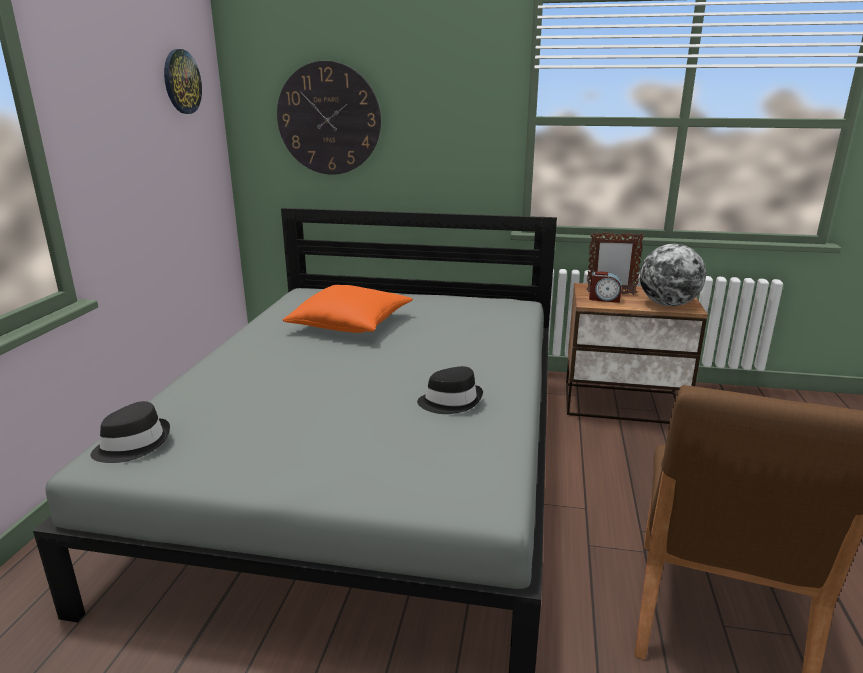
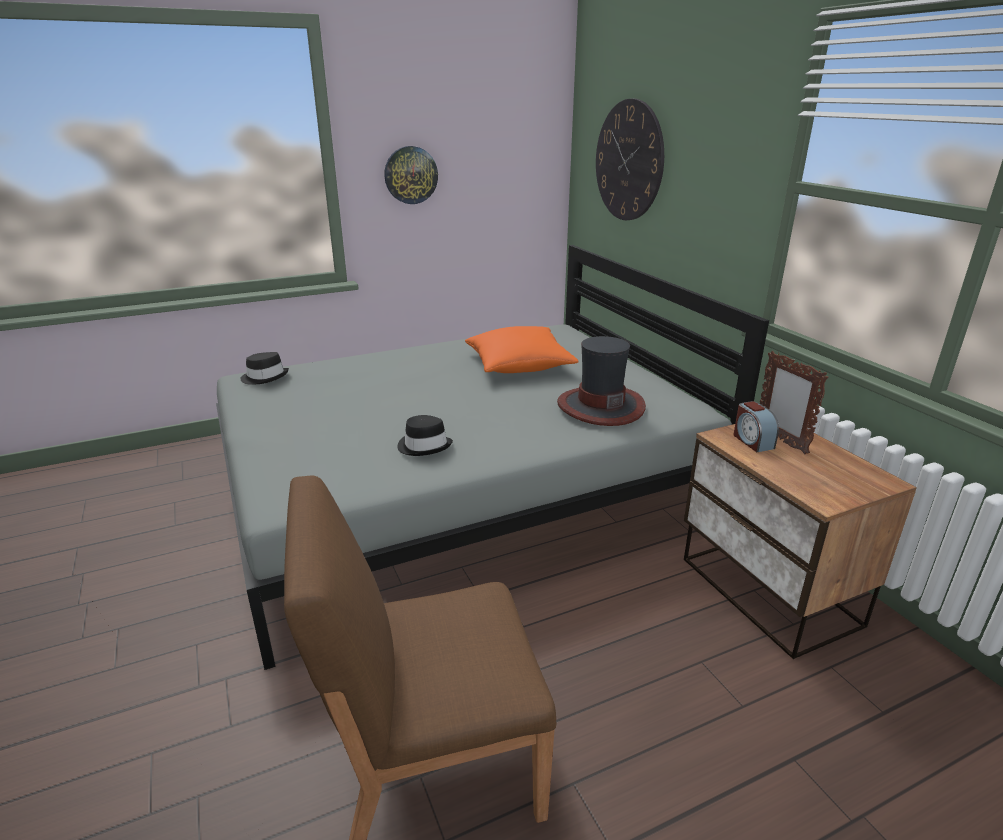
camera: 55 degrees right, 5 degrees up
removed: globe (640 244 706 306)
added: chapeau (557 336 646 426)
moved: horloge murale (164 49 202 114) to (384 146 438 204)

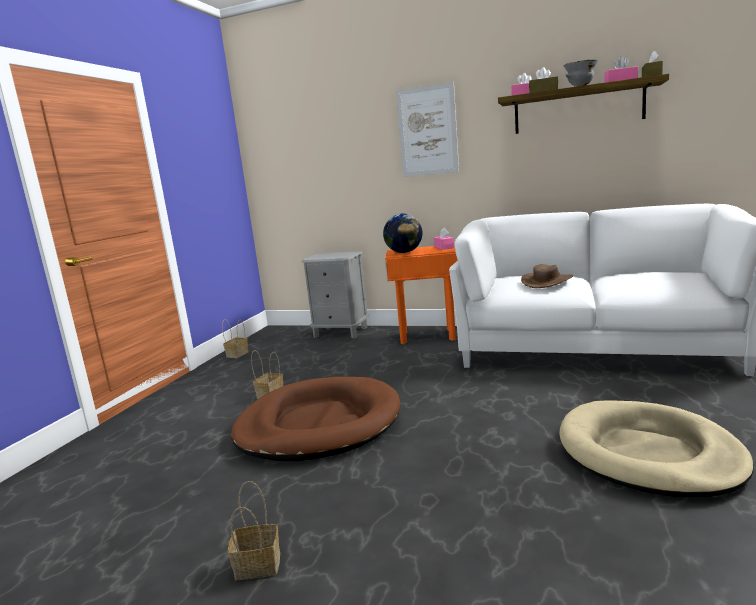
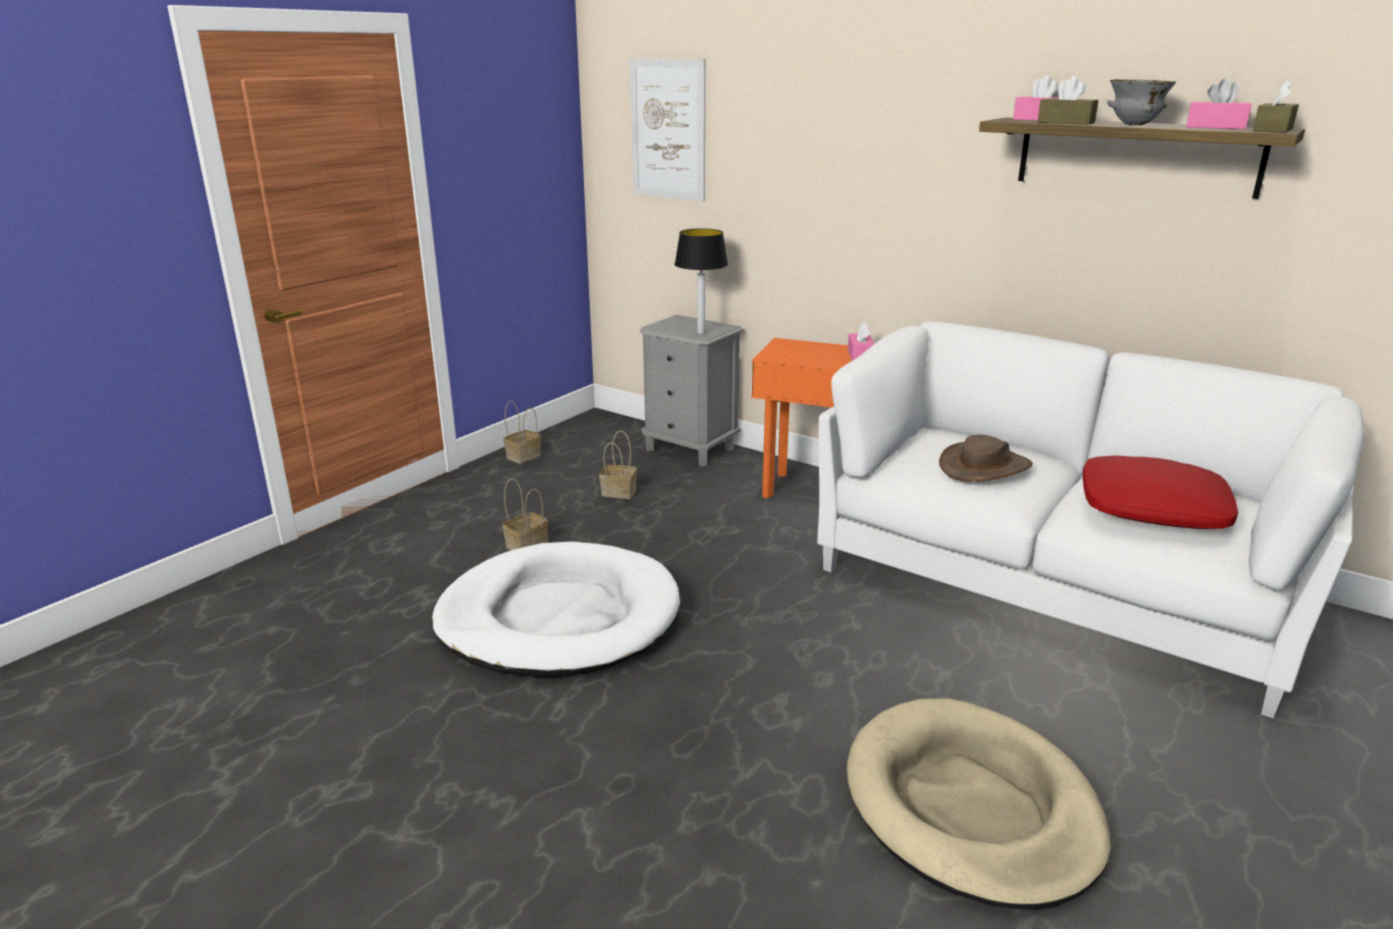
camera: 15 degrees right, 10 degrees up
removed: globe (383 213 423 253)
added: lampe de table (675 228 728 334); coussin/rouge (1083 455 1238 529)
moved: panier (228 481 280 580) to (599 431 637 499); tableau (396 82 459 177) to (630 59 705 201)
recoloured: panier pour chien/marron (231 377 400 461) to panier pour chien/blanc (432 541 680 677)

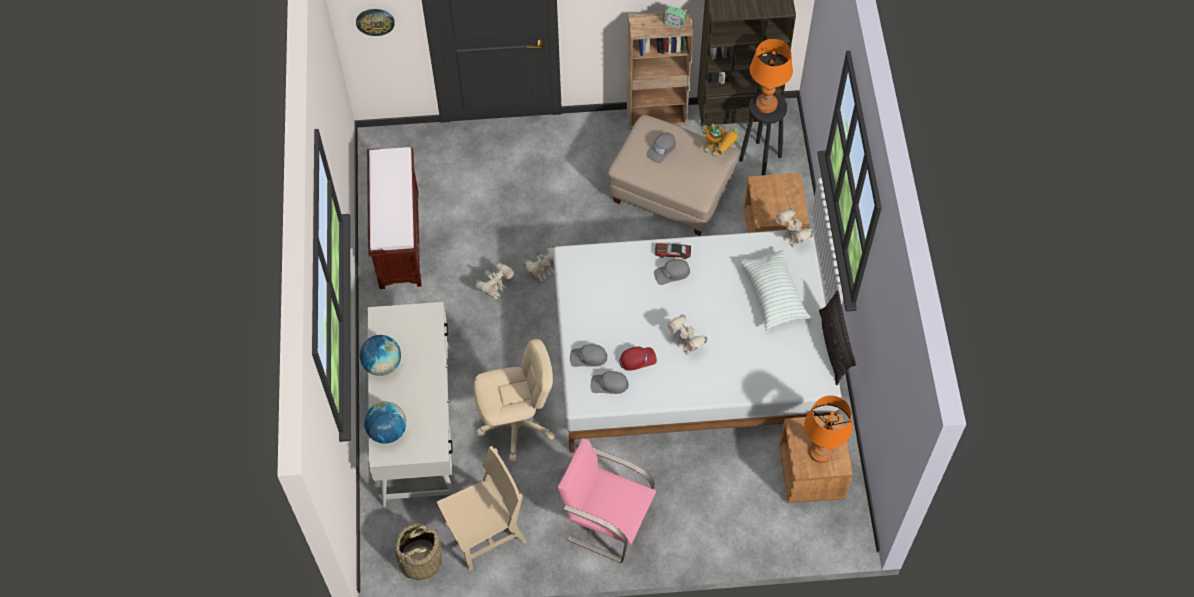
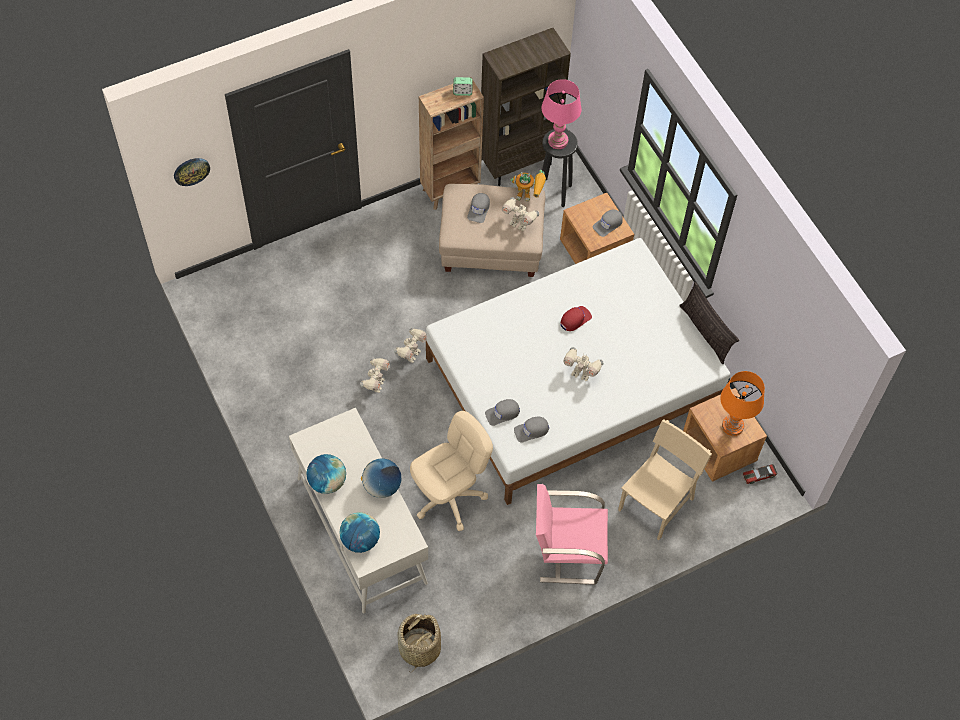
camera: 25 degrees left, 0 degrees up
removed: banc/marron (367 147 422 289); coussin (740 250 810 330)
added: globe (361 459 401 498)
moved: robot jouet (775 208 814 247) to (502 197 539 231); casquette/rouge (619 346 657 371) to (561 306 592 331); casquette/gris (654 259 690 285) to (593 210 623 237); chaise/beige (437 446 527 571) to (618 419 712 540); petite voiture (655 243 691 259) to (742 464 778 484)
recoloured: lampe de table/orange (750 39 793 113) to lampe de table/rose (541 79 582 149)

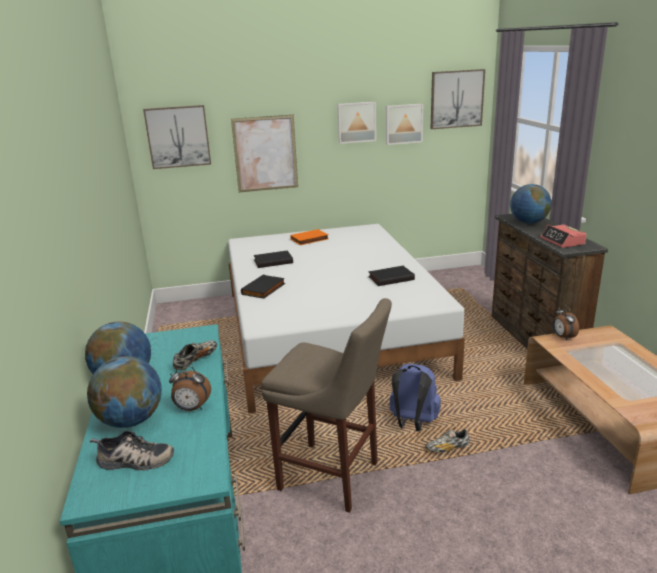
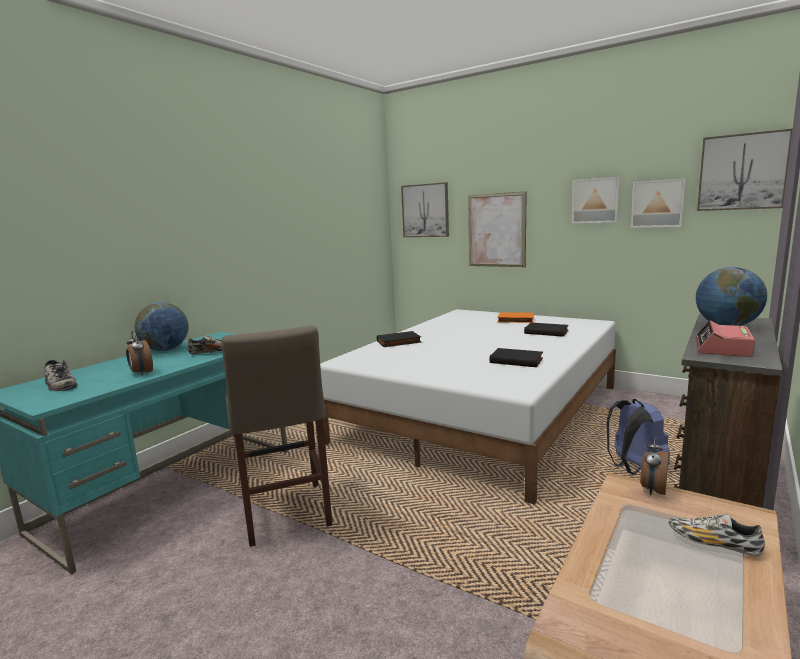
camera: 45 degrees right, 10 degrees down
removed: globe (87 356 162 428)
moved: livre/noir (254 250 293 268) to (524 322 569 337); sac à dos/bleu (390 363 441 431) to (606 399 670 475); chaussure (425 429 470 453) to (669 514 765 556)

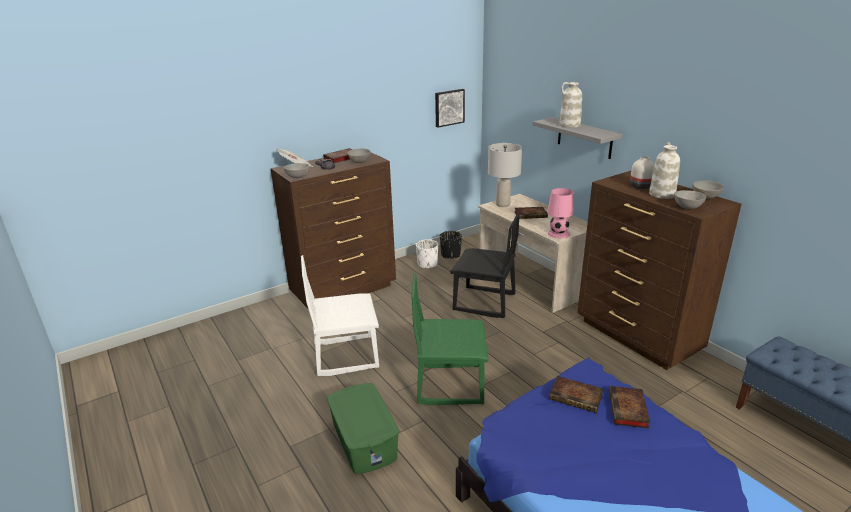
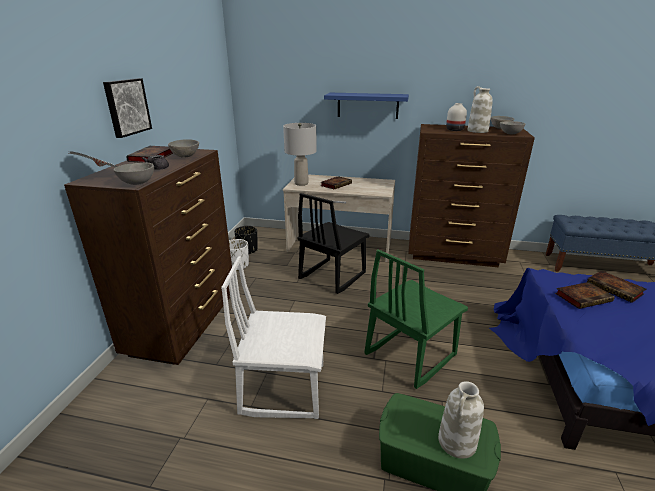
camera: 45 degrees left, 0 degrees up
removed: lampe de table/rose (547 188 574 238)
moved: tableau (435 89 465 127) to (103 78 152 138); vase/blanc (559 82 582 128) to (438 381 484 459)
recoloured: étagère/gris (533 117 622 159) to étagère/bleu (324 93 409 119)
turned: chaise/blanc (301 255 379 376) = (221 256 326 419) 60 degrees clockwise; chaise/noir (450 213 520 318) = (297 193 370 294) 150 degrees clockwise

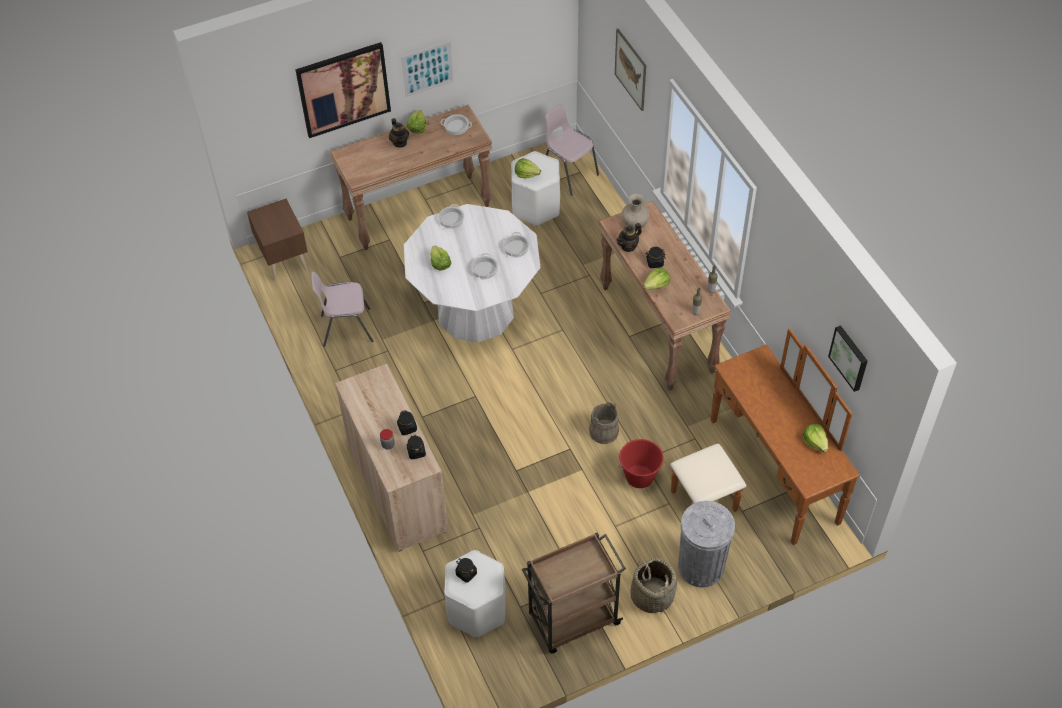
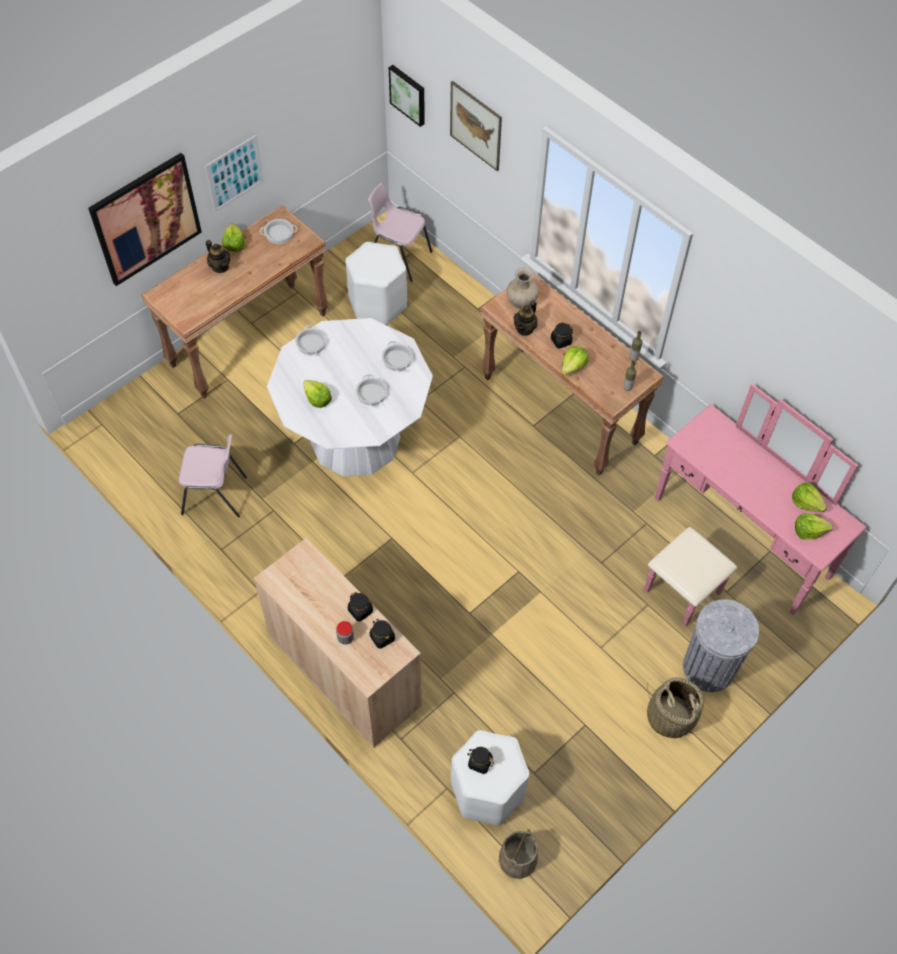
camera: 20 degrees left, 5 degrees up
removed: table de chevet/marron (247 198 308 281); chariot/marron (522 533 626 654); seau/rouge (619 439 664 488)
moved: tableau (828 325 868 392) to (389 65 425 127); seau/beige (590 402 619 444) to (499 829 538 879); laitue (515 158 541 178) to (795 513 833 540)
recoloured: commode/marron (670 328 860 545) to commode/rose (644 384 867 627)
turned: chaise/rose (312 272 373 347) = (179 434 247 517) 150 degrees counterclockwise

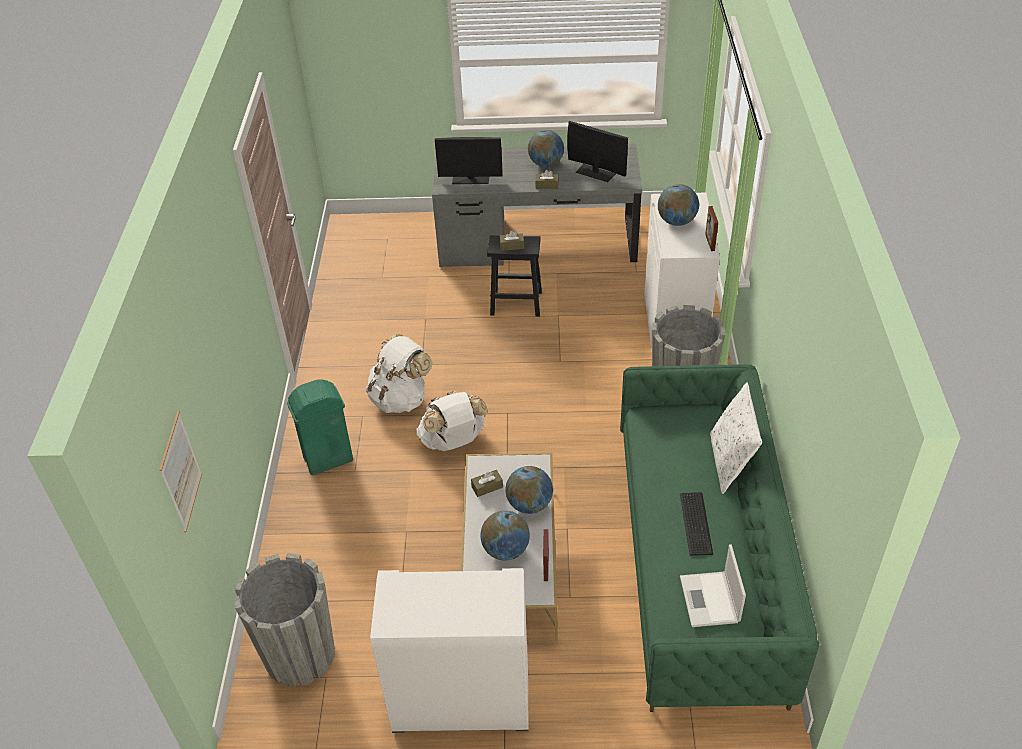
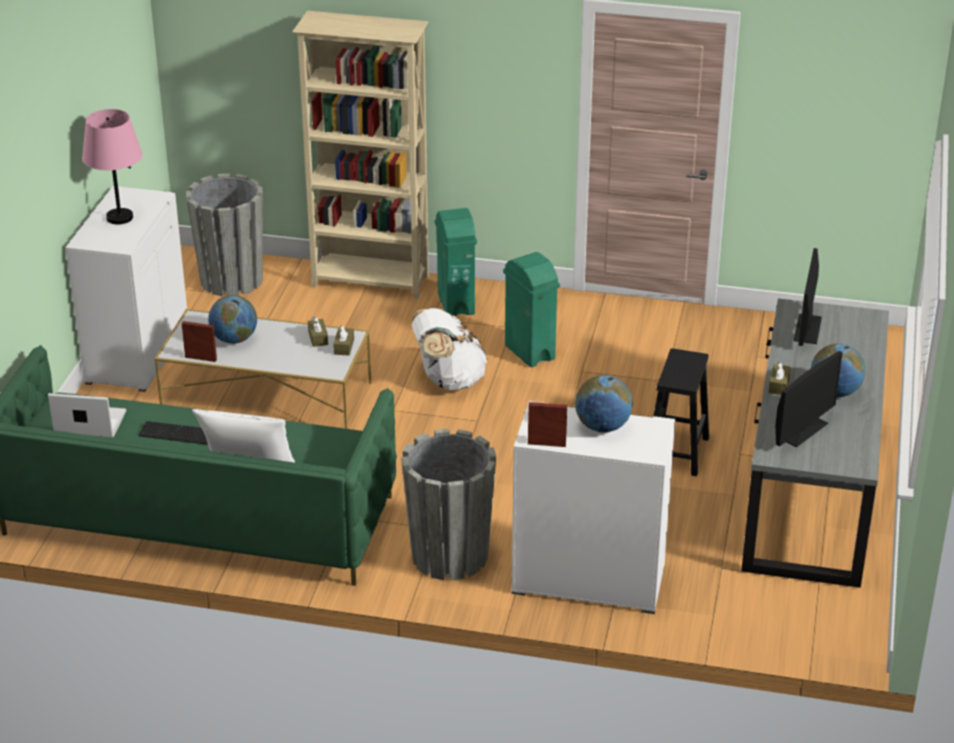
camera: 100 degrees right, 10 degrees down
removed: tableau (159 410 202 532); globe (505 466 553 514)
added: lampe de table/rose (82 109 142 224); bibliothèque/beige (292 11 429 299)
moved: boîte à mouchoirs/marron (499 231 524 251) to (333 325 354 356)
replaced: sac à dos/blanc (365 334 433 413) to poubelle/vert (503 252 560 367)

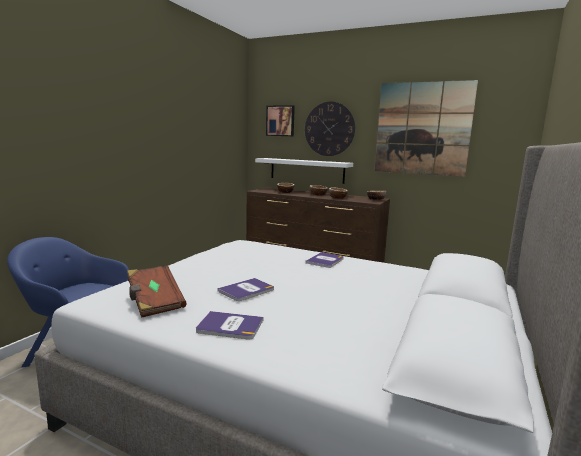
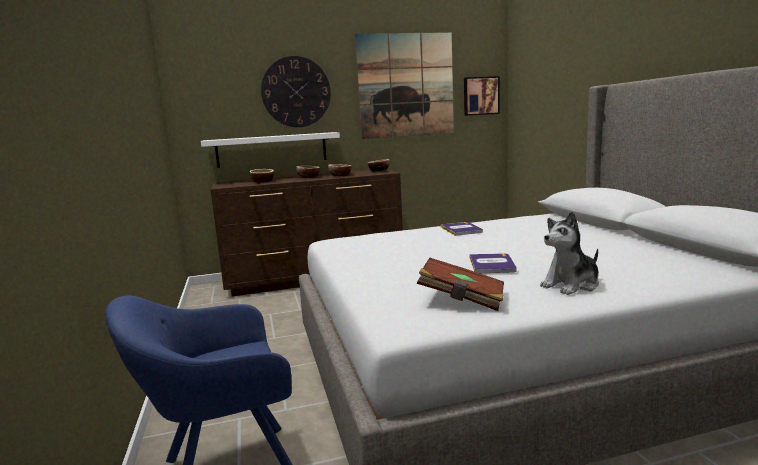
camera: 40 degrees left, 0 degrees up
moved: tableau (266 105 295 137) to (464 76 500 116)
replaced: livre (196 311 263 339) to peluche (540 211 599 295)

